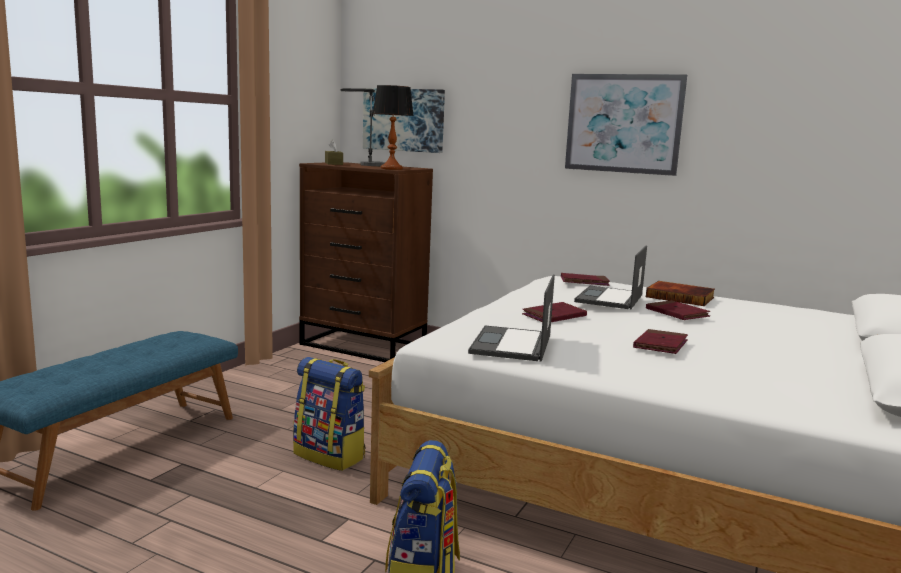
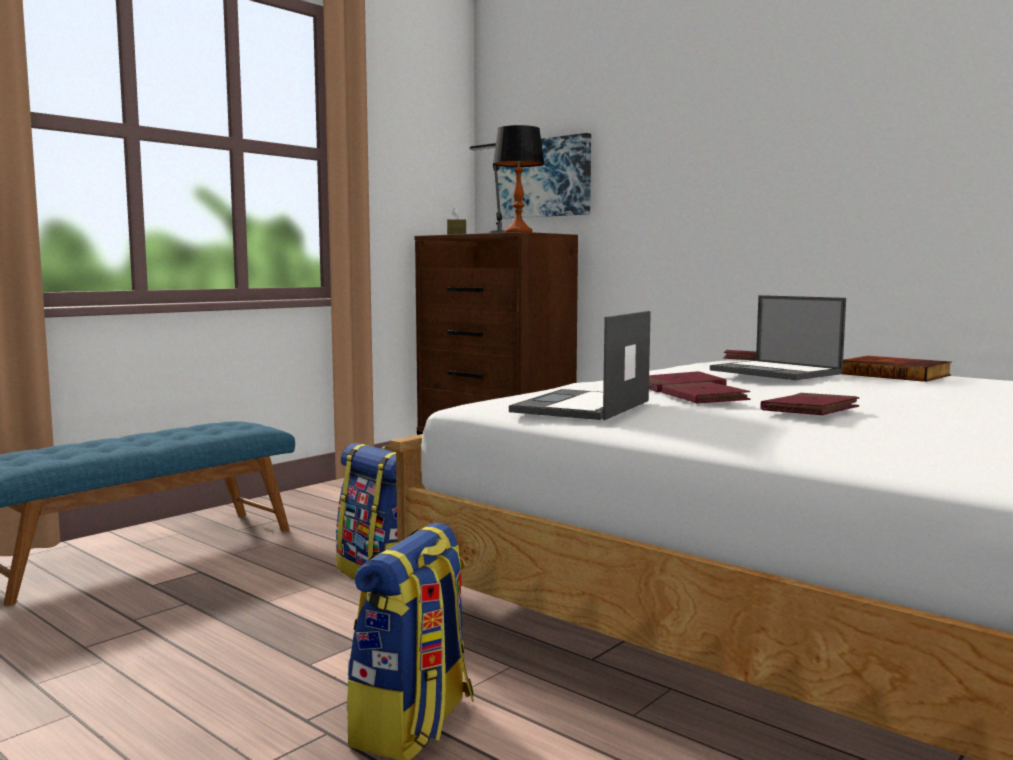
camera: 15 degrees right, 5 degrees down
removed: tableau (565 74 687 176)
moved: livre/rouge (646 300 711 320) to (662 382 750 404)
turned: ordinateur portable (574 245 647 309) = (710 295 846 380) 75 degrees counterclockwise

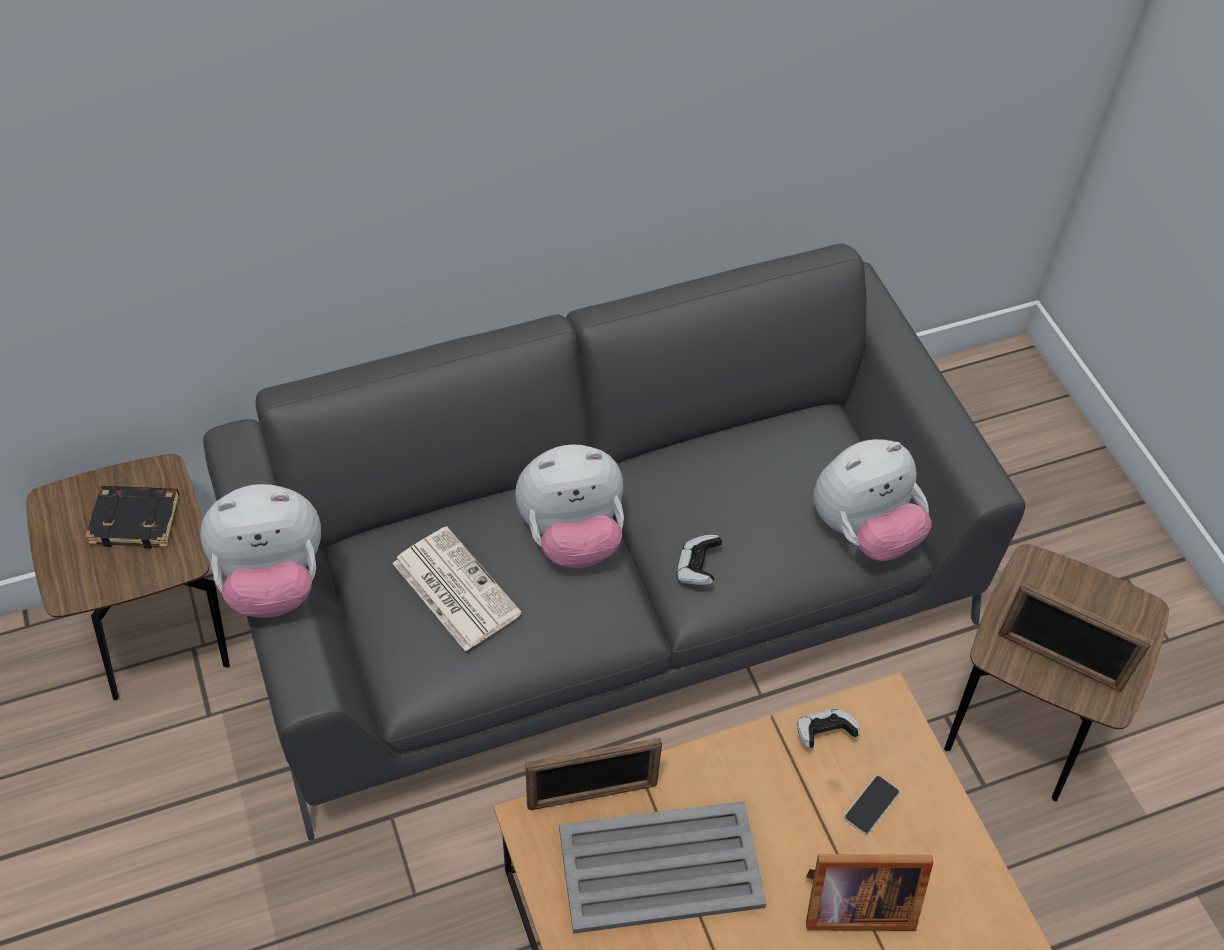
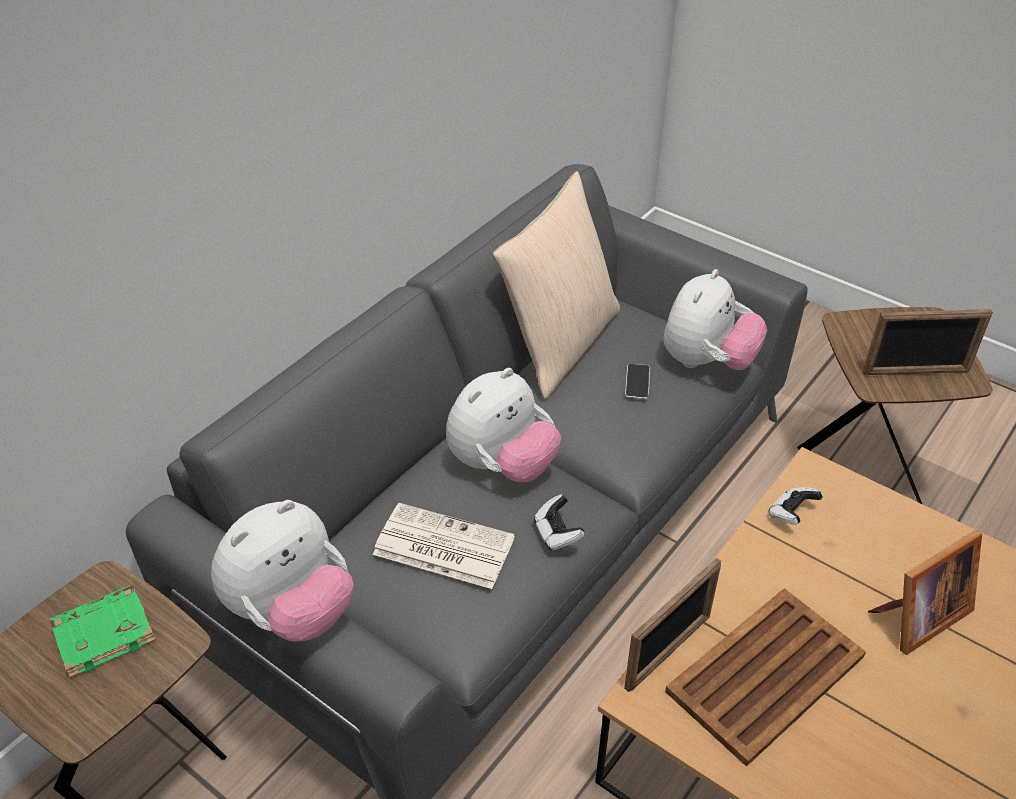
camera: 30 degrees left, 10 degrees down
added: coussin/beige (493 171 620 399)
moved: manette (677 535 722 585) to (534 494 585 551); téléphone (844 776 900 835) to (625 364 650 399)
recoloured: livre/noir (86 486 179 548) to livre/vert (50 585 156 678); plateau/gris (559 801 766 934) to plateau/marron (665 588 866 767)

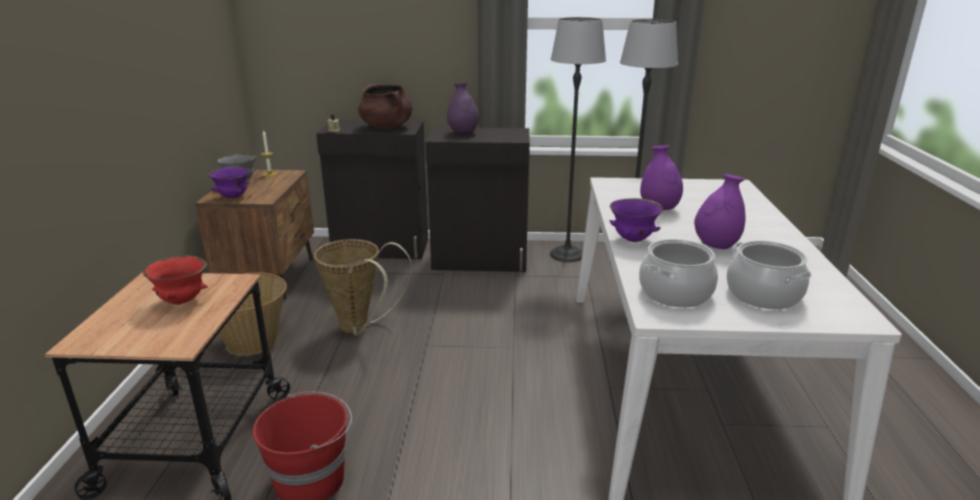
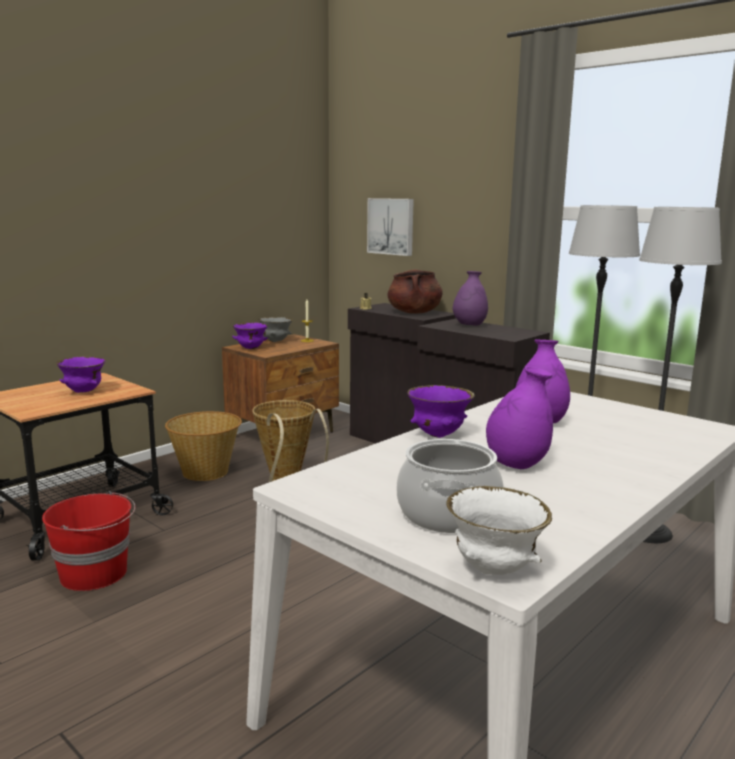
camera: 40 degrees right, 10 degrees down
removed: marmite (639 239 718 308)
added: tableau (367 198 414 256); bol/blanc (446 486 552 575)
recoloured: bol/rouge (143 255 208 305) to bol/violet (56 356 106 393)

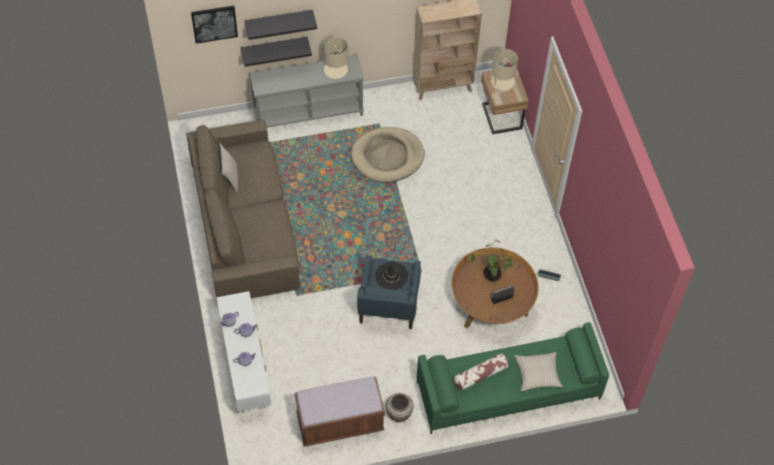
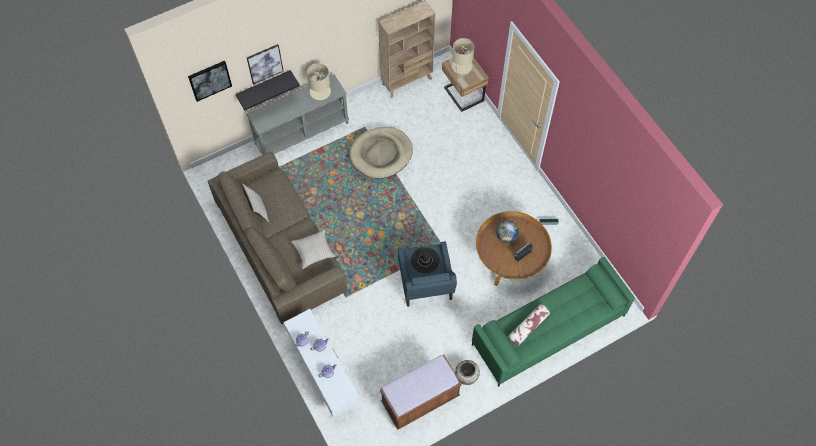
camera: 15 degrees left, 5 degrees up
moved: coussin/beige (514 352 563 392) to (291 230 336 269)
replaced: étagère/noir (245 10 317 40) to tableau (247 44 284 85); plante en pot (470 239 513 282) to globe (496 221 519 243)

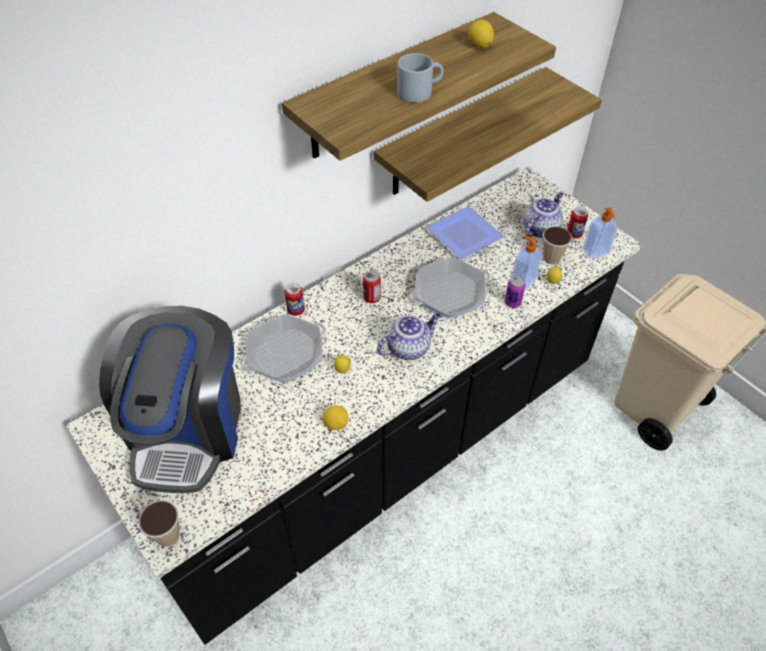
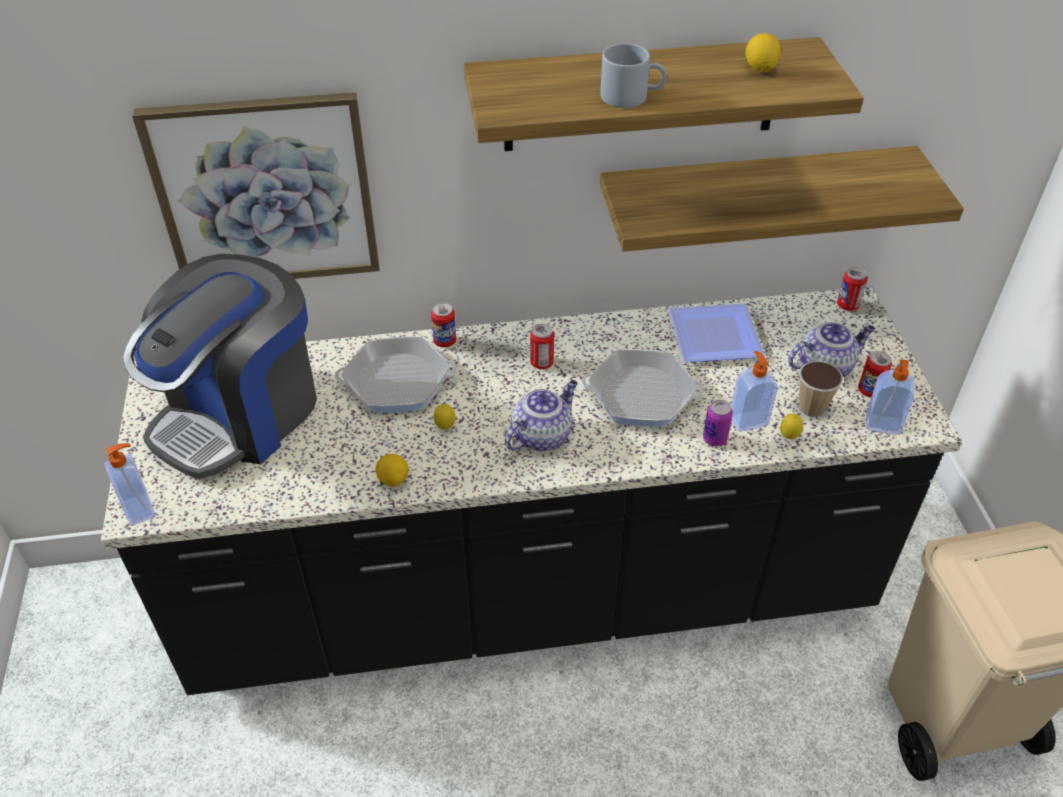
camera: 30 degrees right, 5 degrees down
added: tableau (132 92 380 279); boîte métallique (837 267 868 311)
replaced: tasse (138 500 180 547) to distributeur de savon (105 443 156 526)
turned: théière (377 313 441 360) = (505 380 578 451) 45 degrees counterclockwise

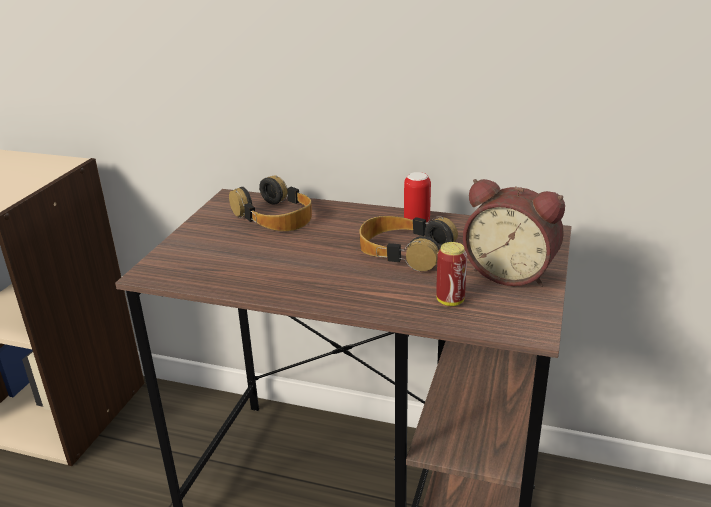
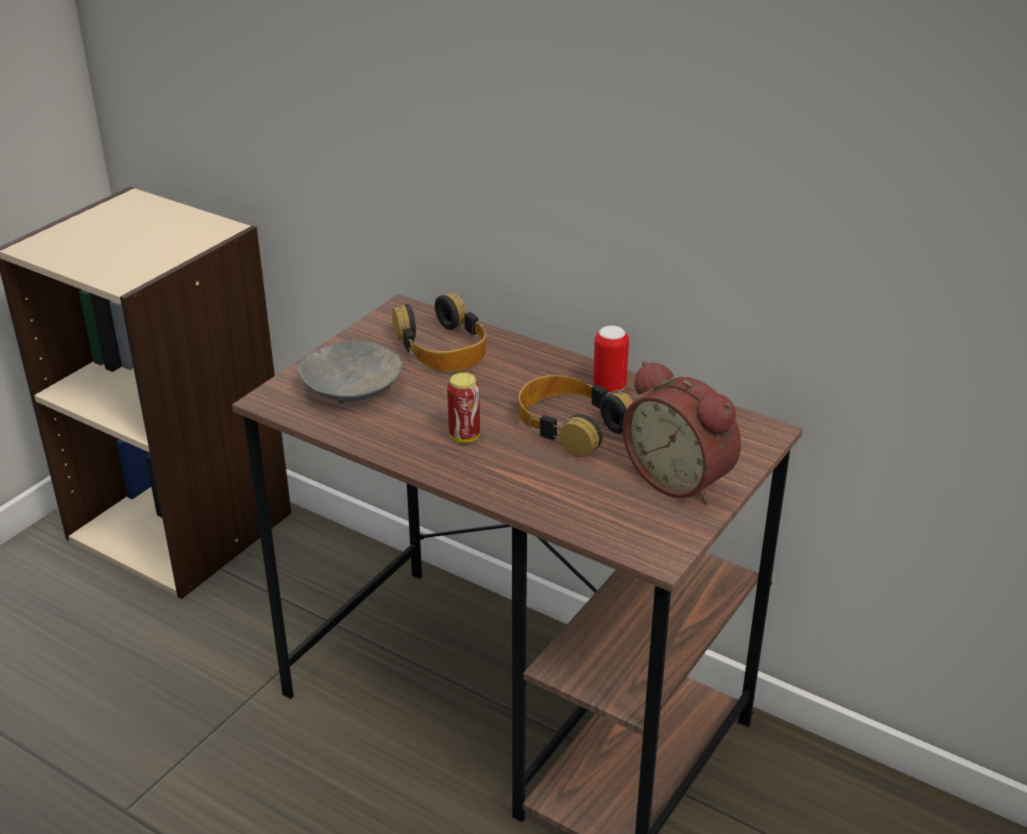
camera: 15 degrees right, 5 degrees up
added: bol/gris (299 341 402 405)
moved: boîte métallique (436 242 467 306) to (447 373 480 443)

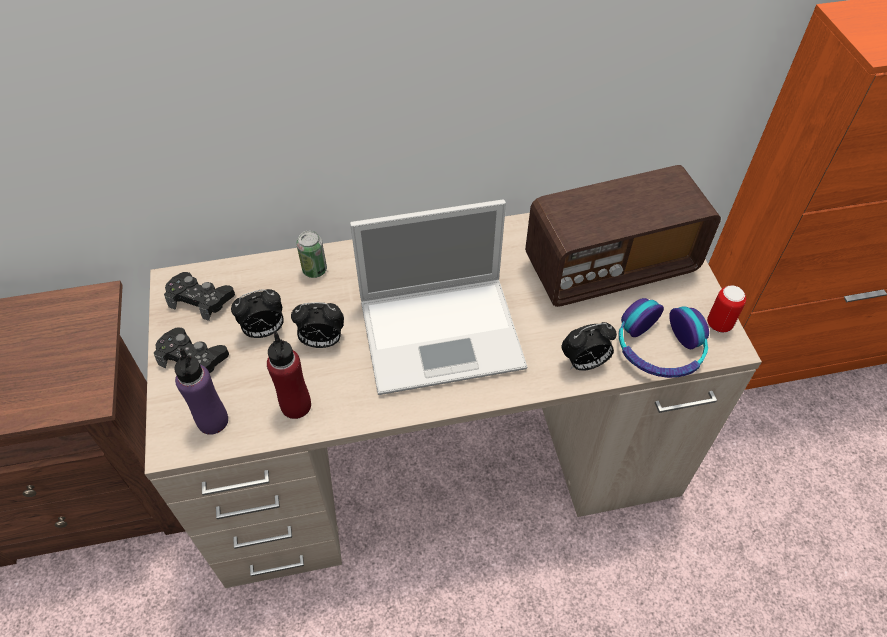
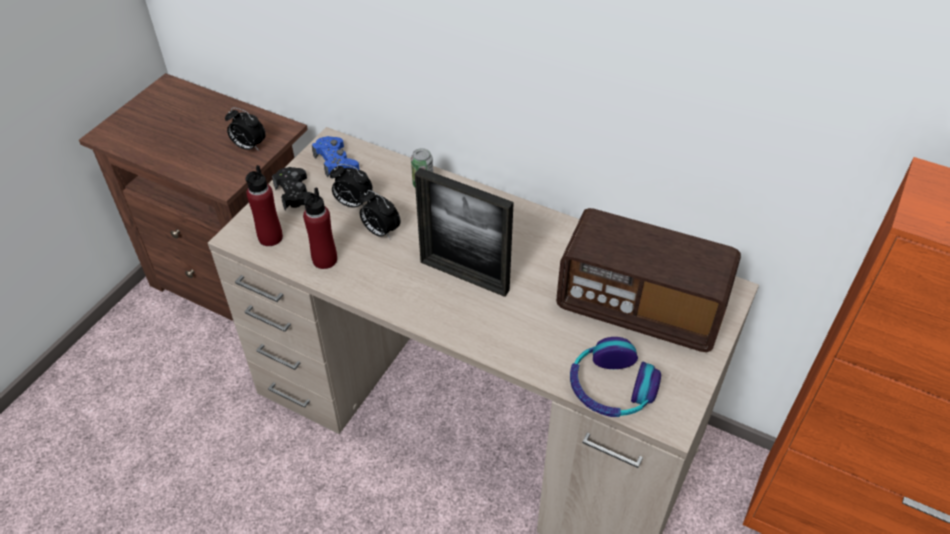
camera: 40 degrees right, 5 degrees down
removed: boîte métallique (707 285 746 333)
moved: réveil (562 322 617 371) to (225 107 266 151)
replaced: ordinateur portable (350 199 527 395) to cadre photo (415 168 514 297)
recoloured: bouteille/violet (174 348 228 435) to bouteille/rouge (245 165 283 246); manette/noir (164 272 235 321) to manette/bleu (312 136 359 178)

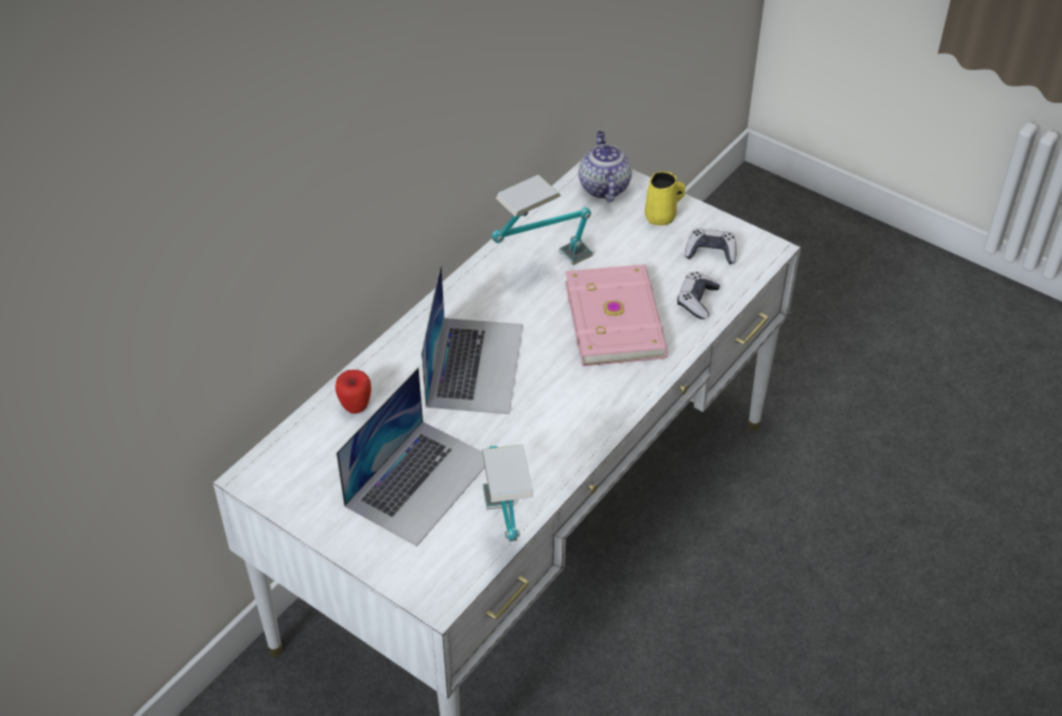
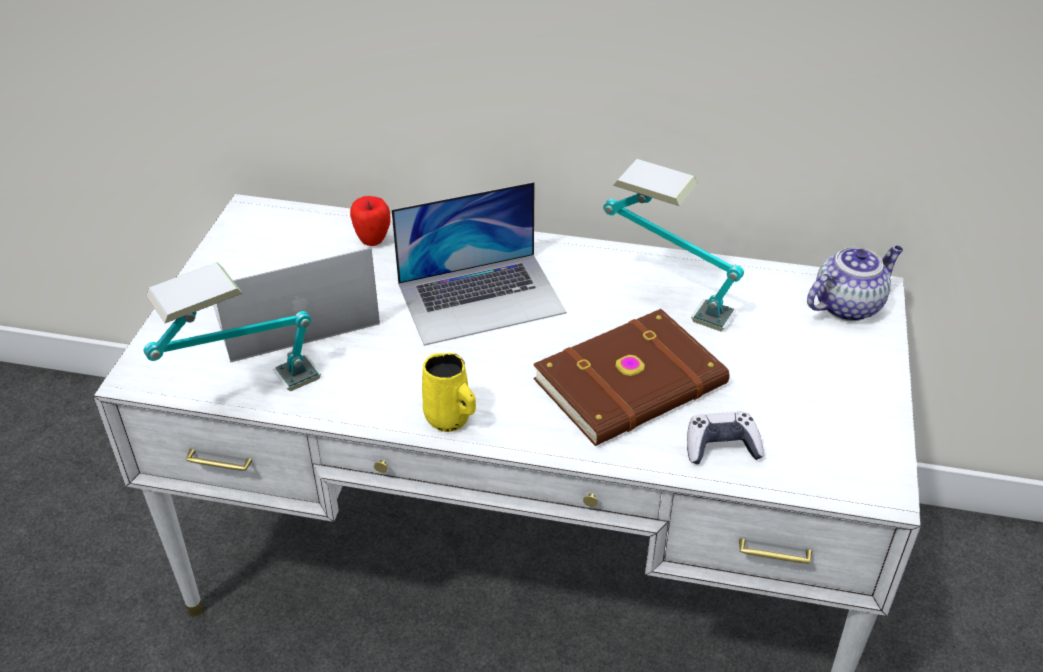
camera: 65 degrees right, 5 degrees down
removed: manette (685 228 737 265)
moved: mug/jaune (645 171 685 225) to (422 353 476 432)
recoloured: livre/rose (565 265 668 366) to livre/marron (533 309 729 446)
turned: ordinateur portable (336 368 485 546) = (213 248 380 362) 150 degrees clockwise

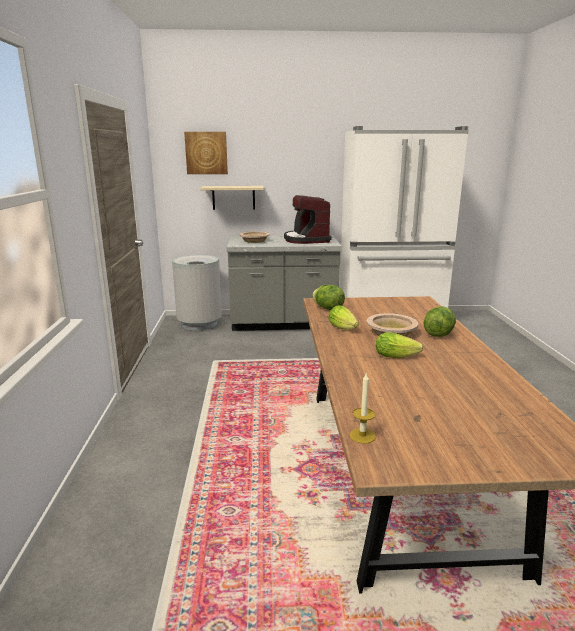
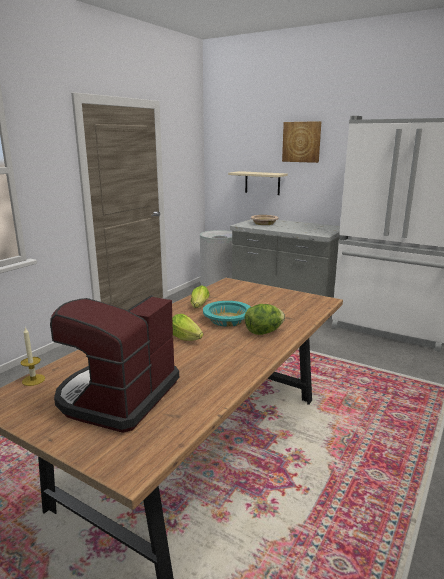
camera: 35 degrees right, 0 degrees up
removed: laitue (312 285 345 310)
moved: machine à café (284 195 332 244) to (50 295 179 433); tableau (184 132 228 174) to (282 121 321 163)
recoloured: bol/beige (367 313 418 337) to bol/turquoise (203 301 251 327)

